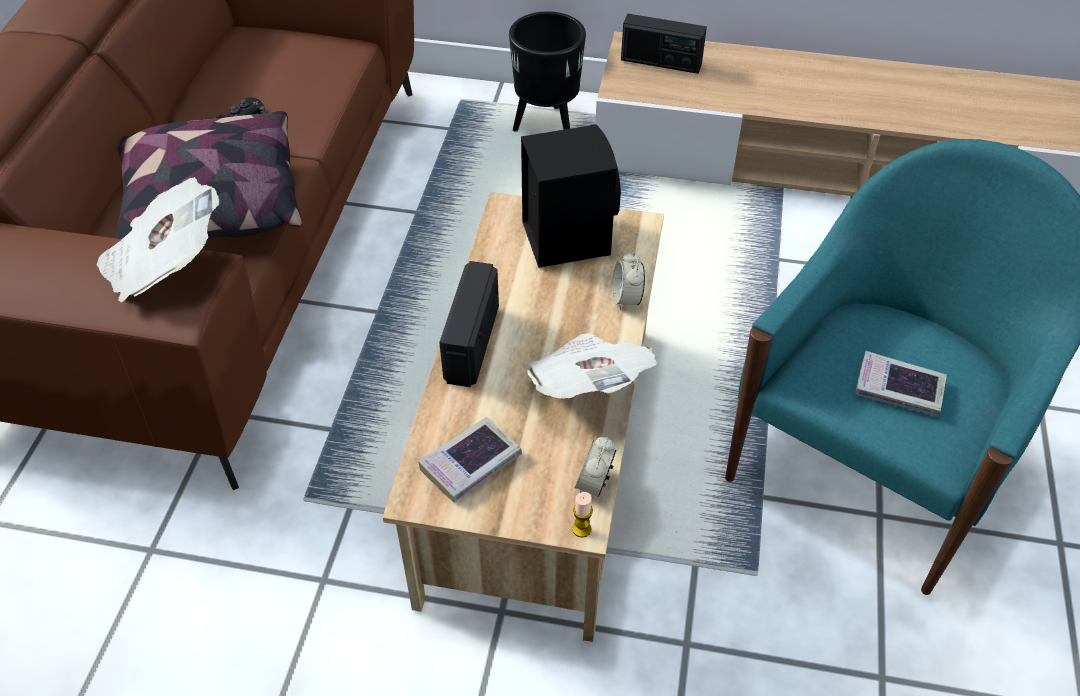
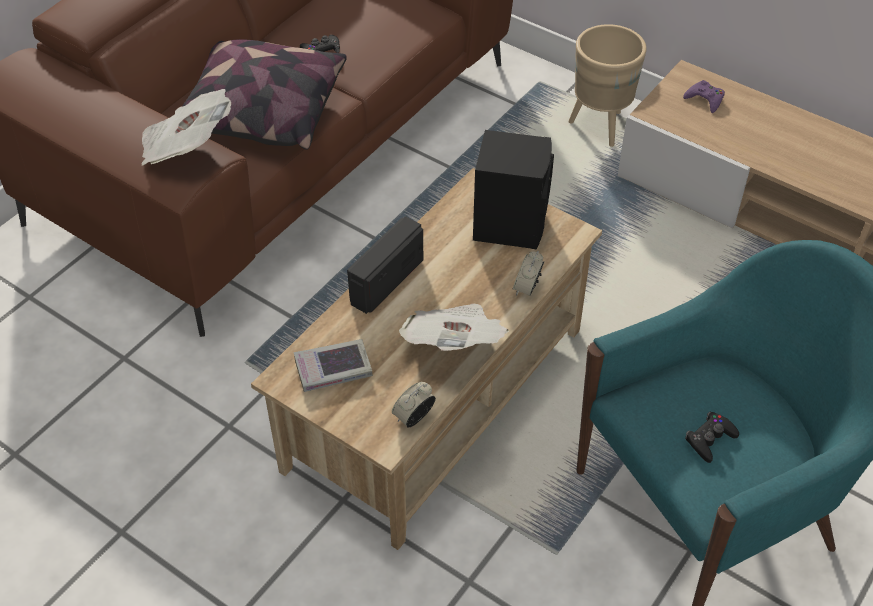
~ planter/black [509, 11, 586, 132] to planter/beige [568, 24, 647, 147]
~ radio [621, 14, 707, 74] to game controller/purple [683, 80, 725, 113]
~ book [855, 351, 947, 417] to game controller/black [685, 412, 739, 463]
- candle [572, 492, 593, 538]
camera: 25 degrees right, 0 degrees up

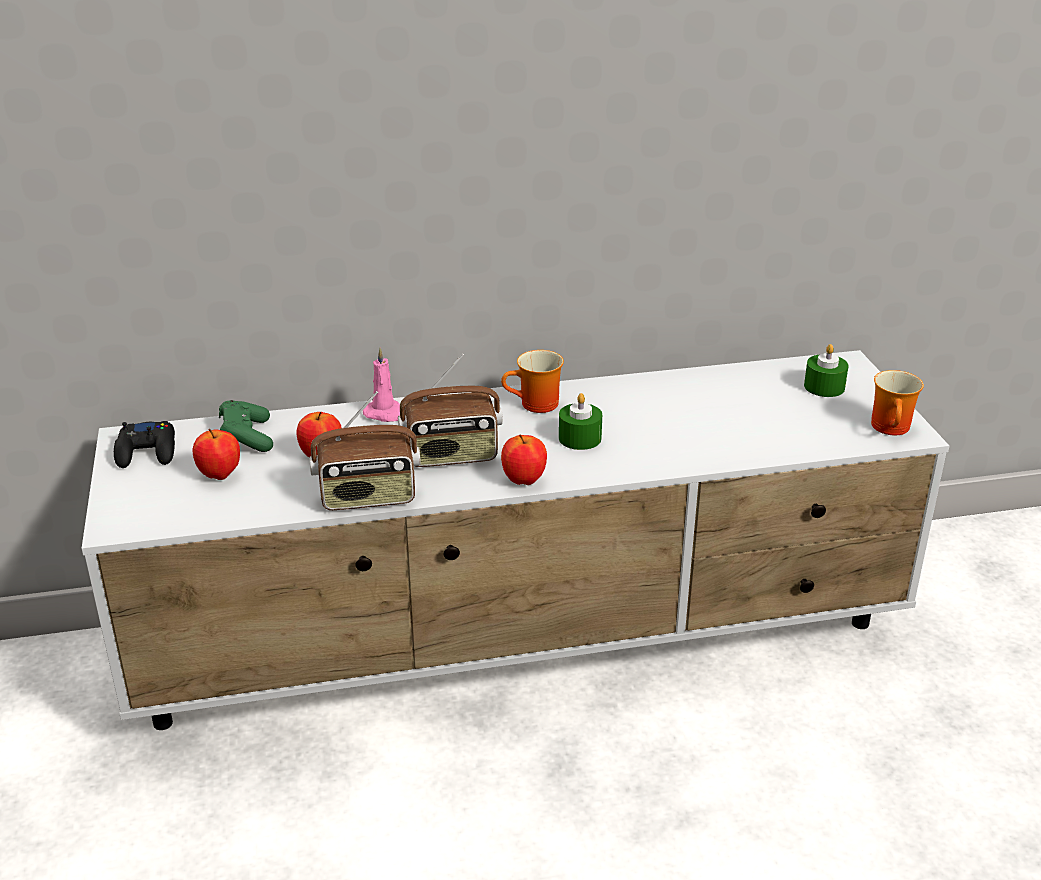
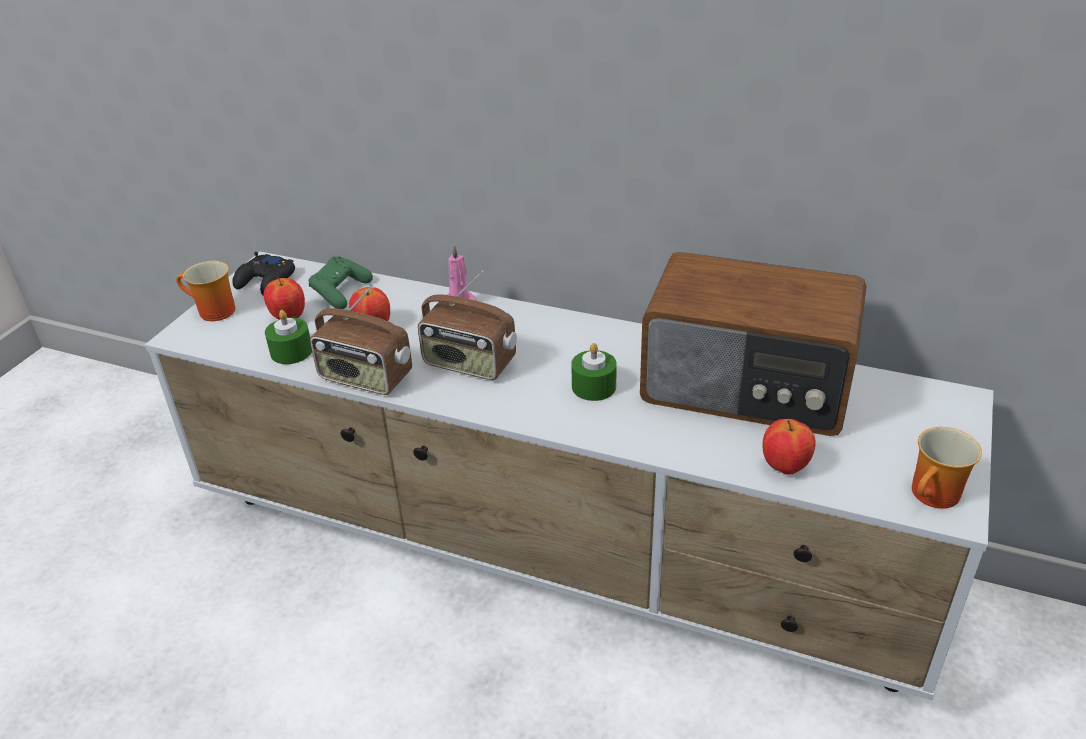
~ mug [501, 350, 564, 413] to [176, 261, 235, 321]
~ candle/green [804, 344, 849, 397] to [265, 310, 312, 364]
+ radio [640, 252, 866, 436]
~ apple [501, 434, 547, 485] to [763, 419, 816, 475]
camera: 35 degrees right, 5 degrees up

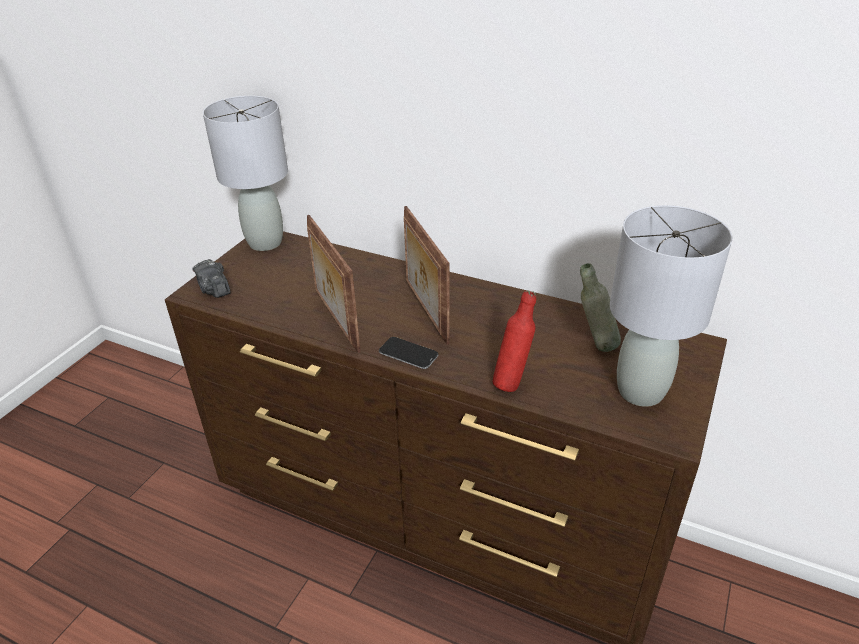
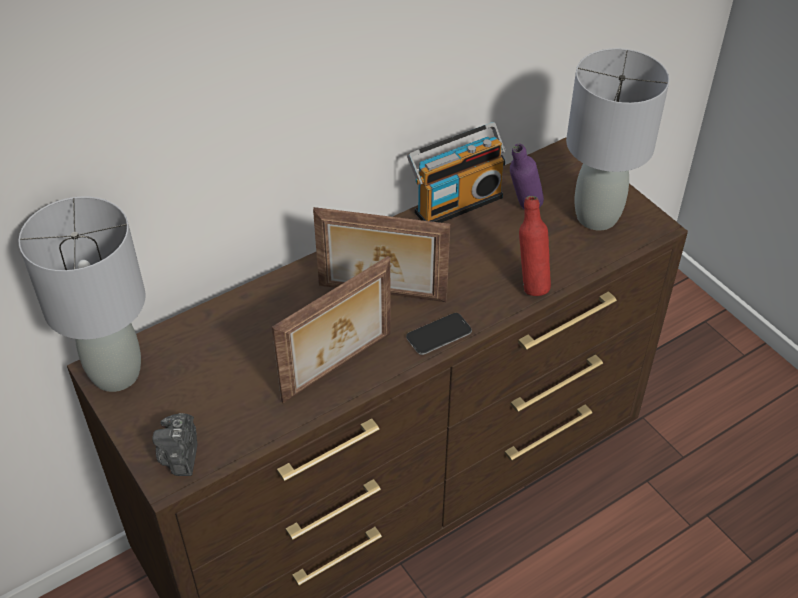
~ photo camera [192, 259, 231, 298] = [152, 413, 197, 476] 90 degrees clockwise
~ picture frame [307, 215, 360, 353] = [272, 256, 391, 404] 45 degrees counterclockwise
+ radio [407, 122, 505, 223]
~ bottle/grey [580, 263, 621, 352] to bottle/purple [510, 144, 544, 210]
camera: 60 degrees left, 10 degrees up

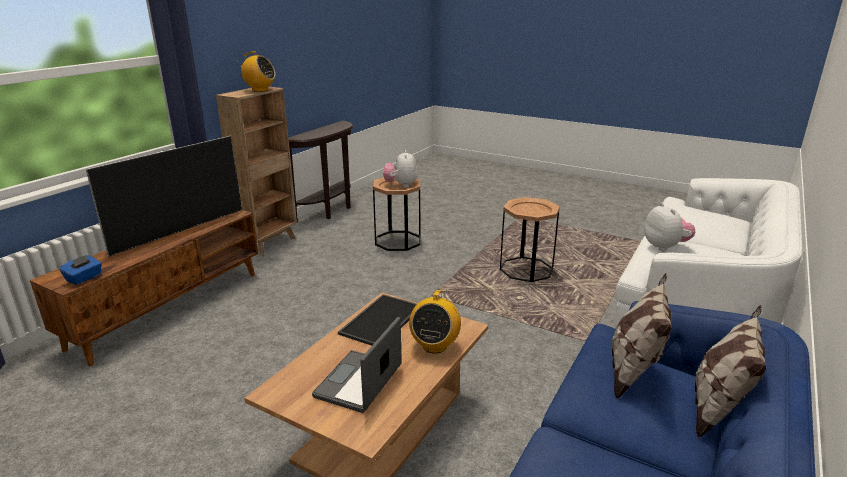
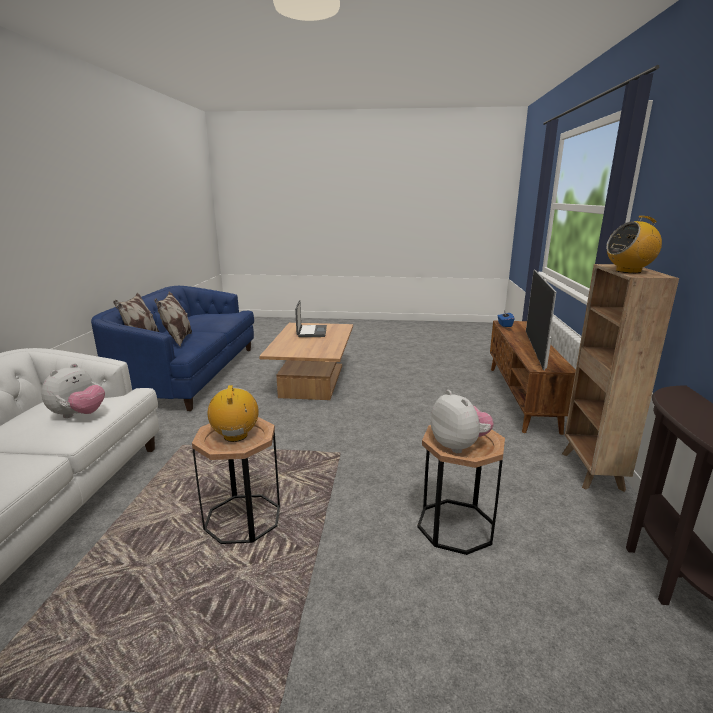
~ plush toy [644, 202, 695, 251] = [41, 363, 105, 418] 120 degrees counterclockwise
~ radio [409, 290, 461, 353] to [208, 385, 259, 442]
- tray [338, 294, 417, 346]
camera: 155 degrees right, 5 degrees down

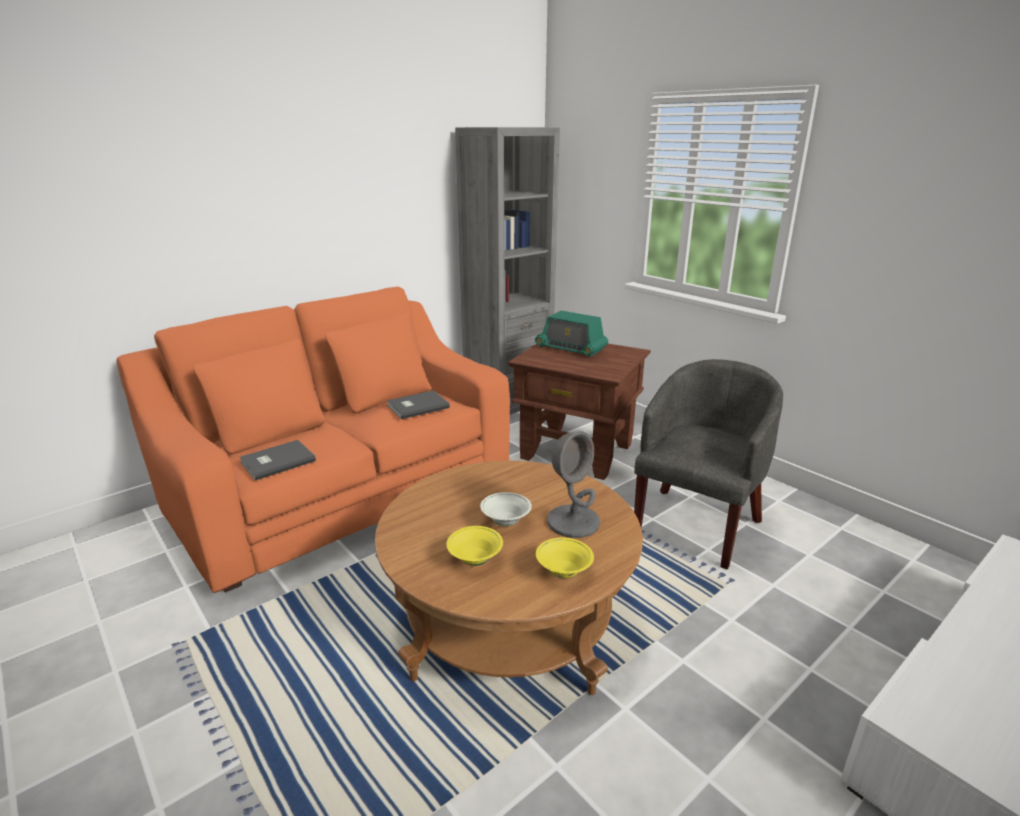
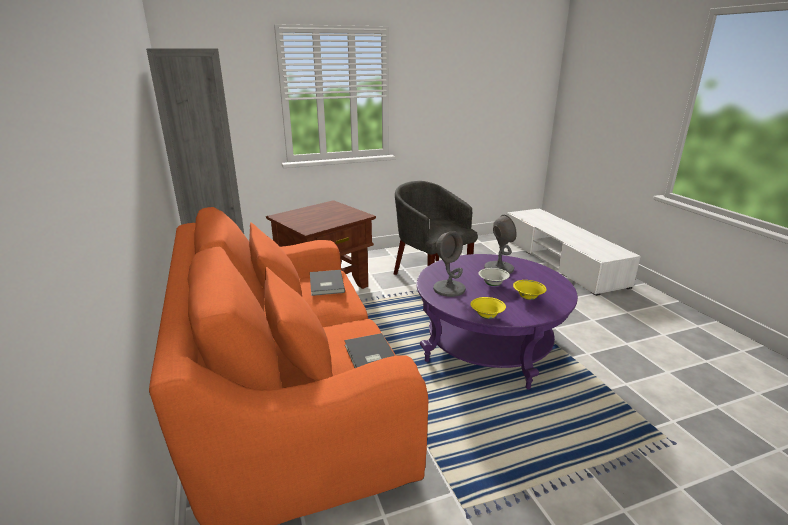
~ coffee table/brown [375, 460, 643, 695] to coffee table/purple [417, 254, 578, 389]
+ table lamp/grey [433, 231, 466, 297]
~ bowl/yellow [536, 537, 594, 579] to [471, 297, 506, 319]
- radio [535, 311, 608, 357]
camera: 70 degrees left, 0 degrees up

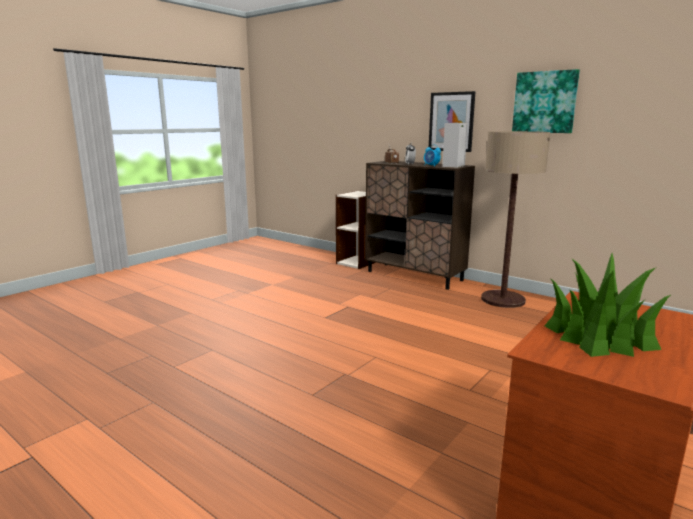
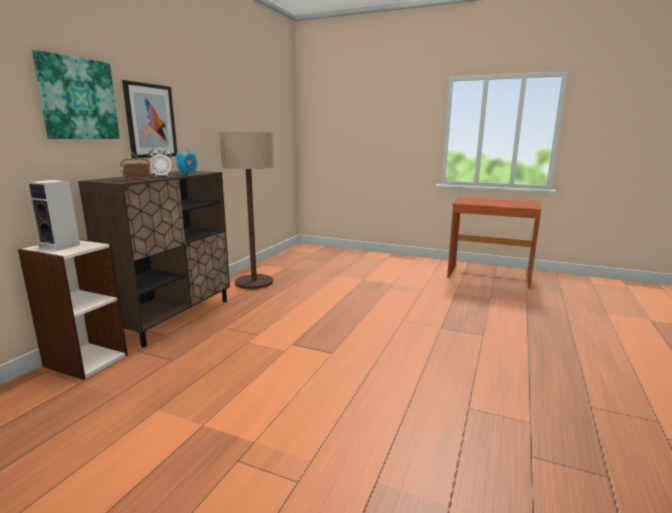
~ speaker [442, 123, 468, 168] to [26, 180, 80, 251]
~ picture [512, 69, 580, 133] to [32, 50, 120, 139]
- potted plant [545, 253, 671, 357]
camera: 105 degrees left, 0 degrees up

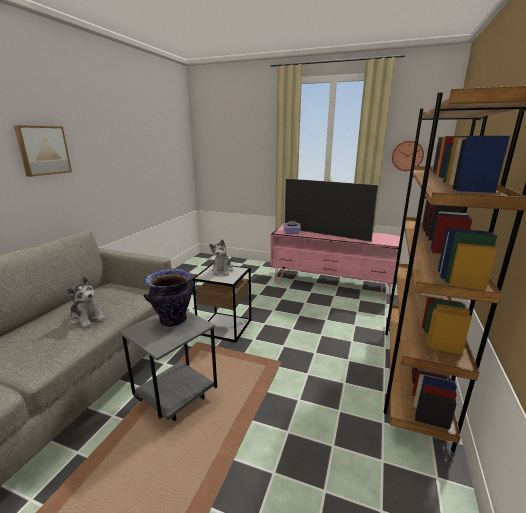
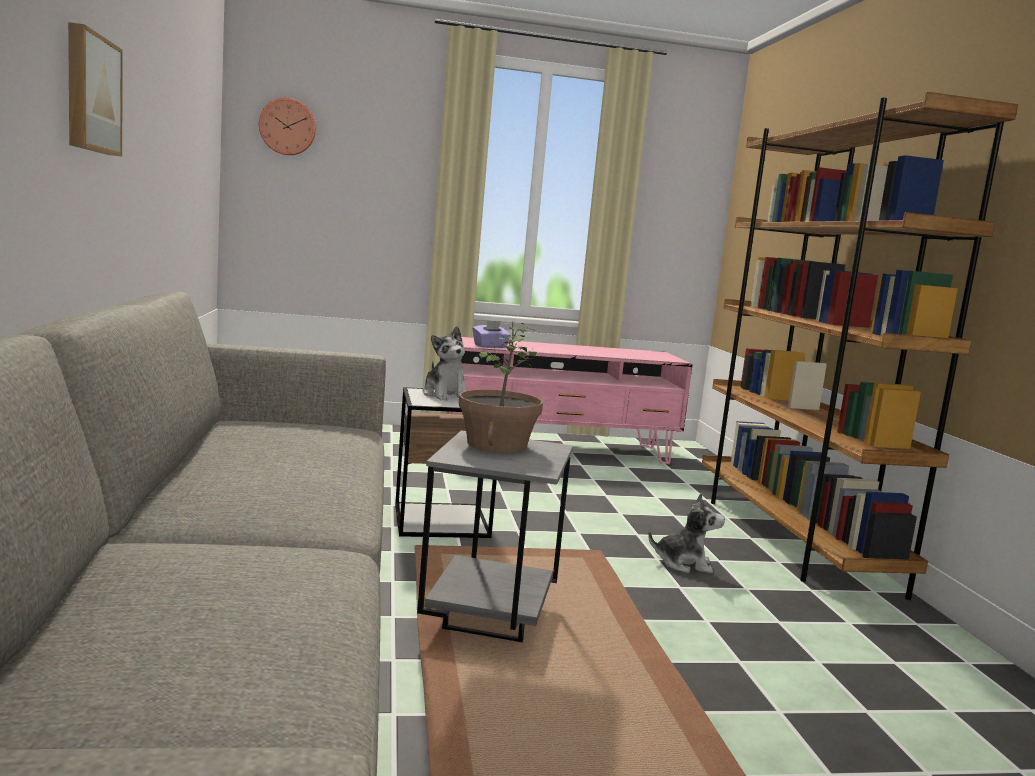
~ wall clock [392, 141, 424, 171] to [259, 98, 316, 155]
~ vase [144, 269, 194, 327] to potted plant [459, 322, 543, 453]
~ plush toy [66, 277, 106, 328] to [648, 493, 725, 573]
- television [284, 178, 379, 242]
camera: 30 degrees left, 10 degrees down

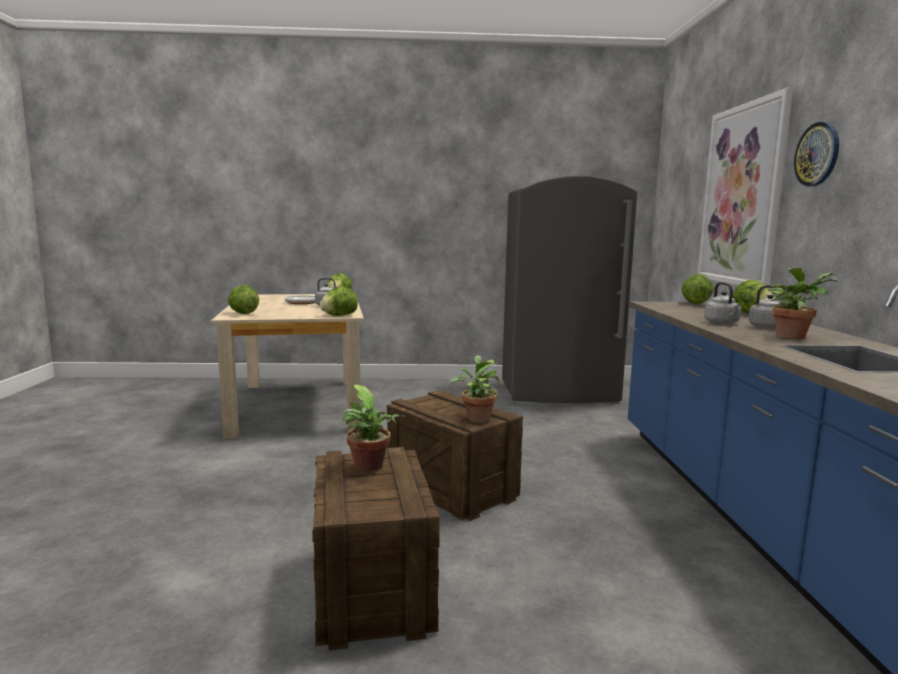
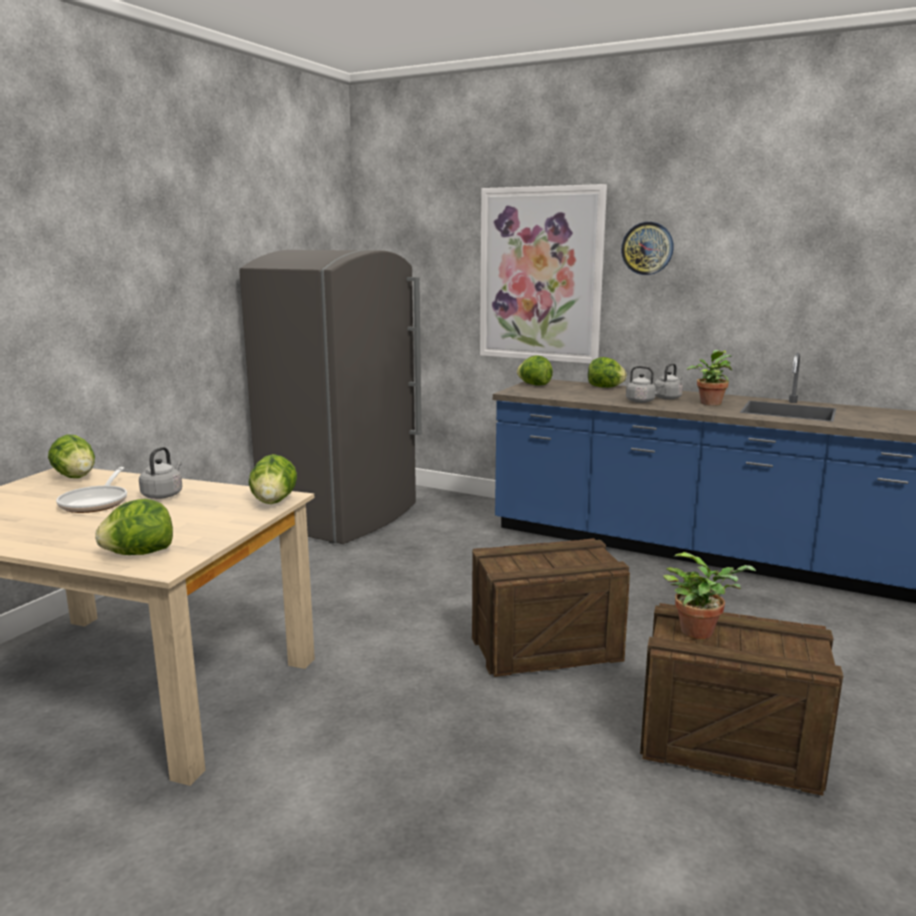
- potted plant [450, 355, 500, 423]
camera: 60 degrees left, 5 degrees up

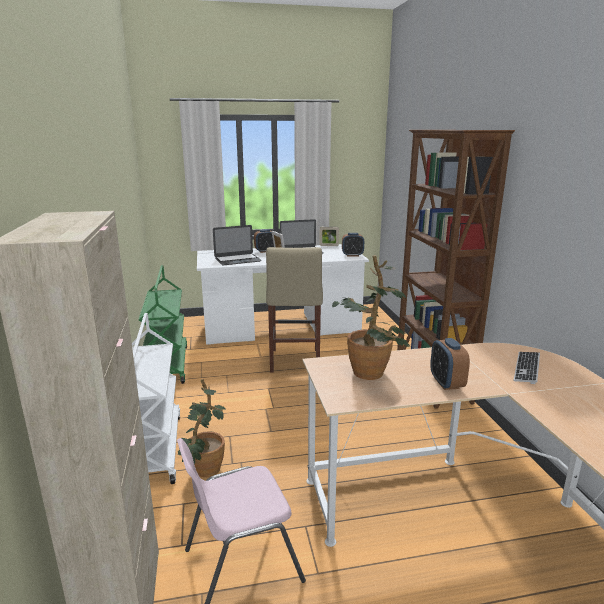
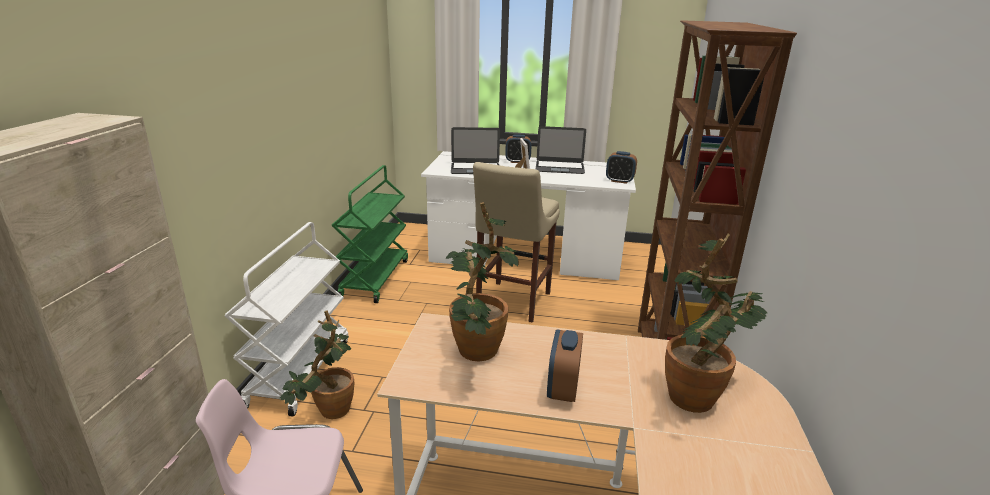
~ keyboard [514, 352, 540, 384] to potted plant [665, 234, 767, 413]
- picture frame [319, 227, 339, 246]
camera: 20 degrees right, 5 degrees up

